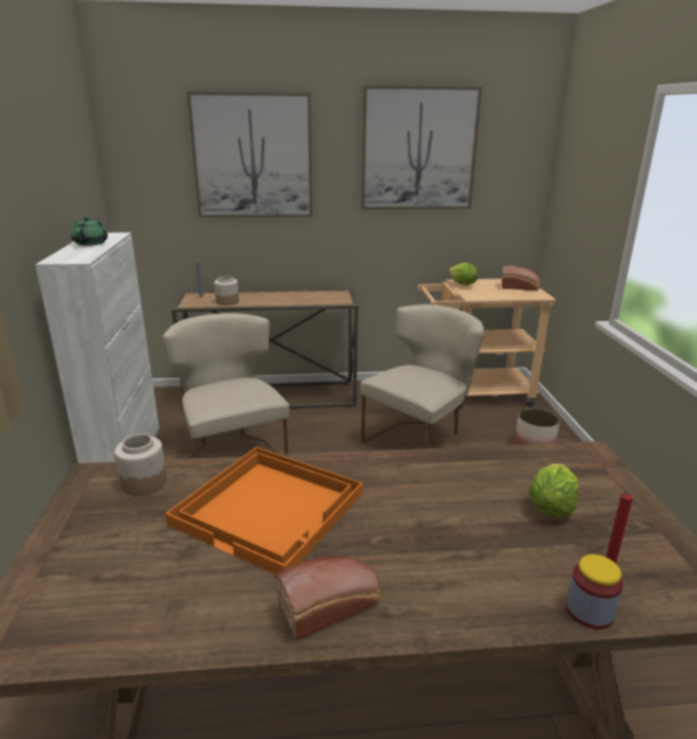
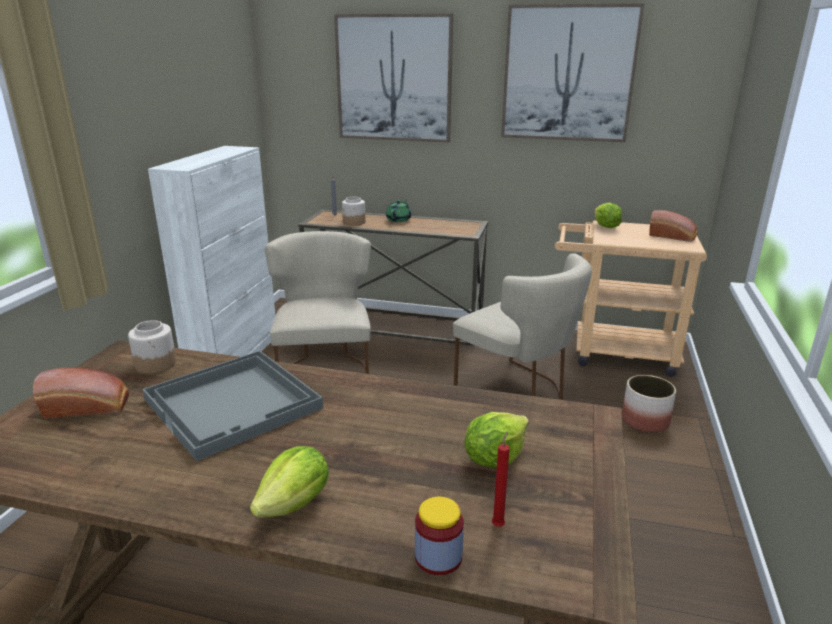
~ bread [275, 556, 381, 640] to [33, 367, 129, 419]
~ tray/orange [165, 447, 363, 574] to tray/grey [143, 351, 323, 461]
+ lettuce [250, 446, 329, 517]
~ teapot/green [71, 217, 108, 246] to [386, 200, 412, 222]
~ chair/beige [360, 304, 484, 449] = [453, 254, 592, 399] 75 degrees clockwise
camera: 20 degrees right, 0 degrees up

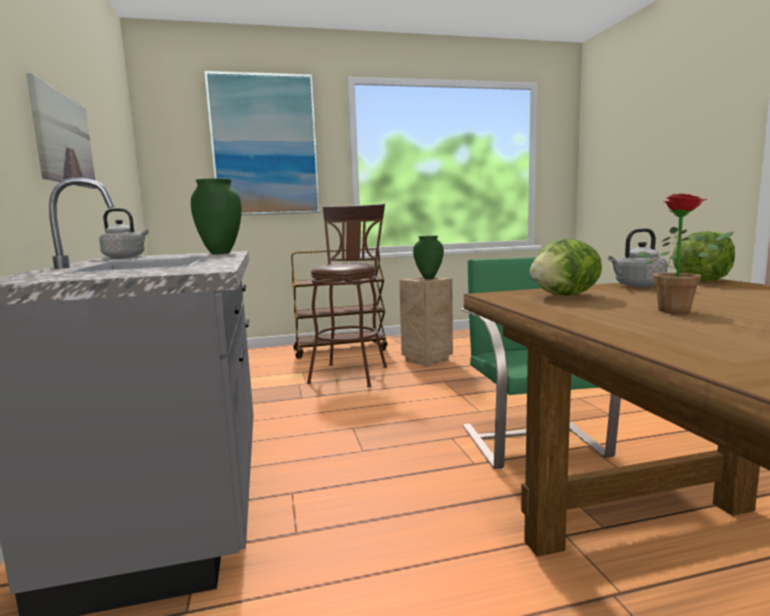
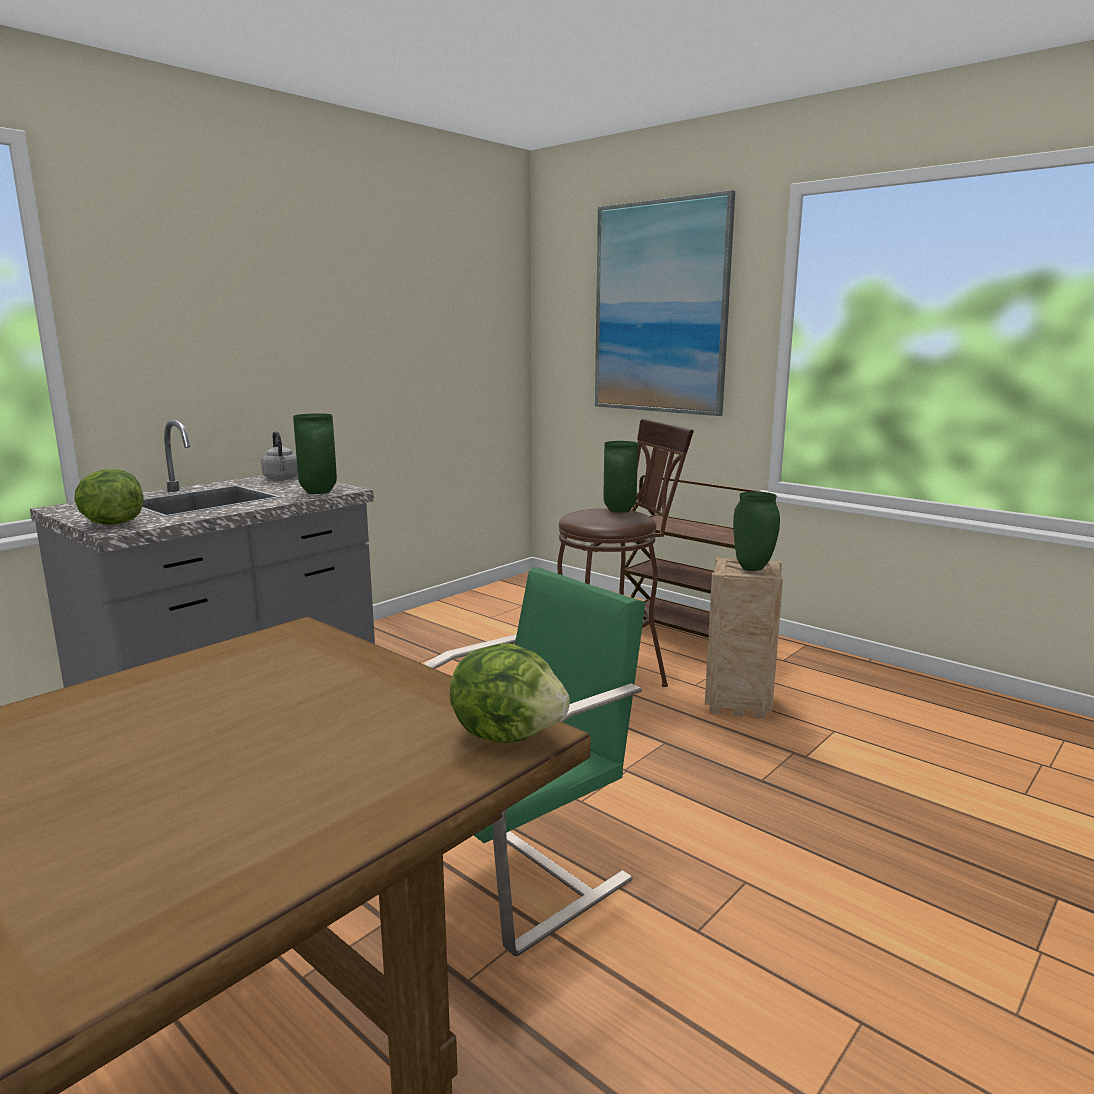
~ lettuce [530, 239, 602, 295] to [74, 469, 143, 525]
+ vase/green [603, 441, 638, 513]
- picture [26, 73, 96, 189]
- kettle/grey [608, 228, 668, 288]
- potted plant [638, 193, 734, 313]
camera: 55 degrees right, 5 degrees up

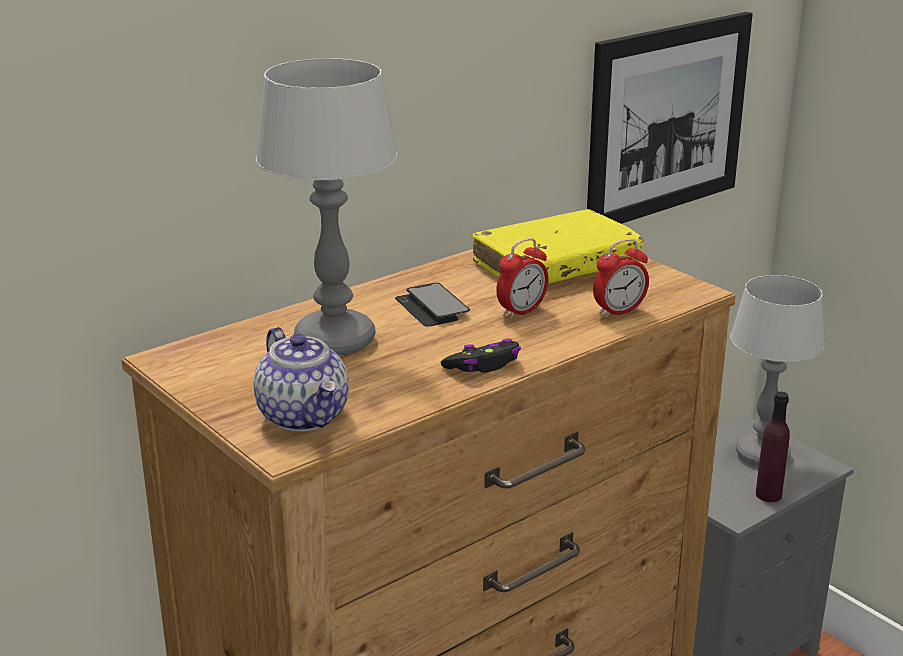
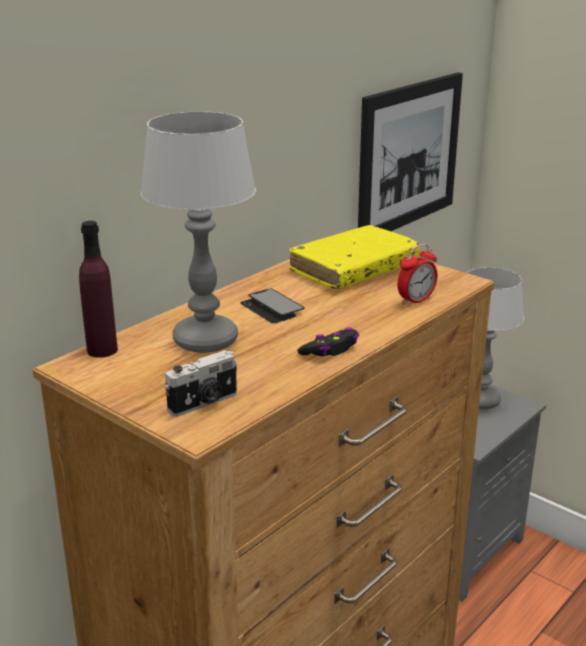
~ bottle/purple [756, 392, 790, 502] to [79, 221, 118, 358]
~ teapot [254, 327, 349, 432] to photo camera [165, 350, 237, 417]
- alarm clock [496, 238, 548, 319]
camera: 10 degrees left, 0 degrees up

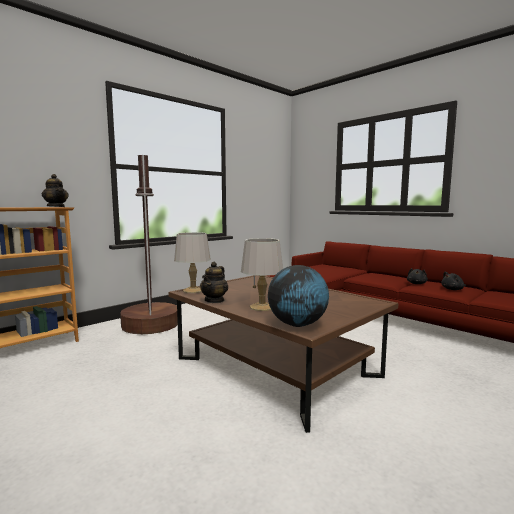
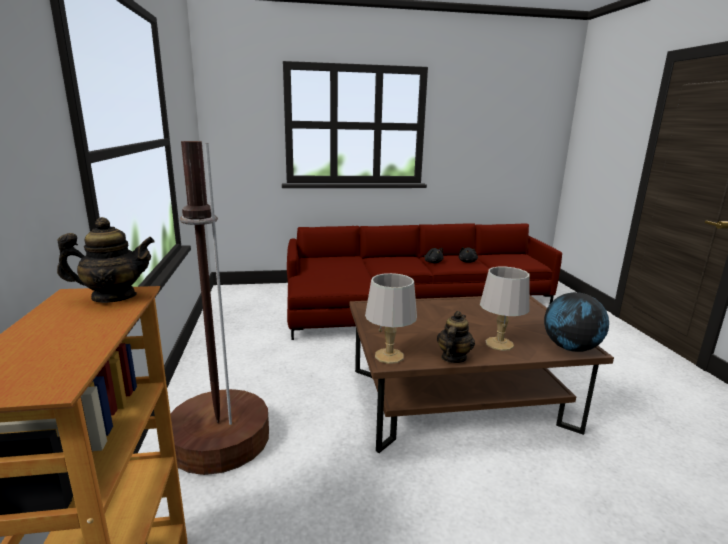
~ teapot [200, 262, 228, 303] = [437, 311, 475, 363] 120 degrees counterclockwise
camera: 55 degrees left, 10 degrees up

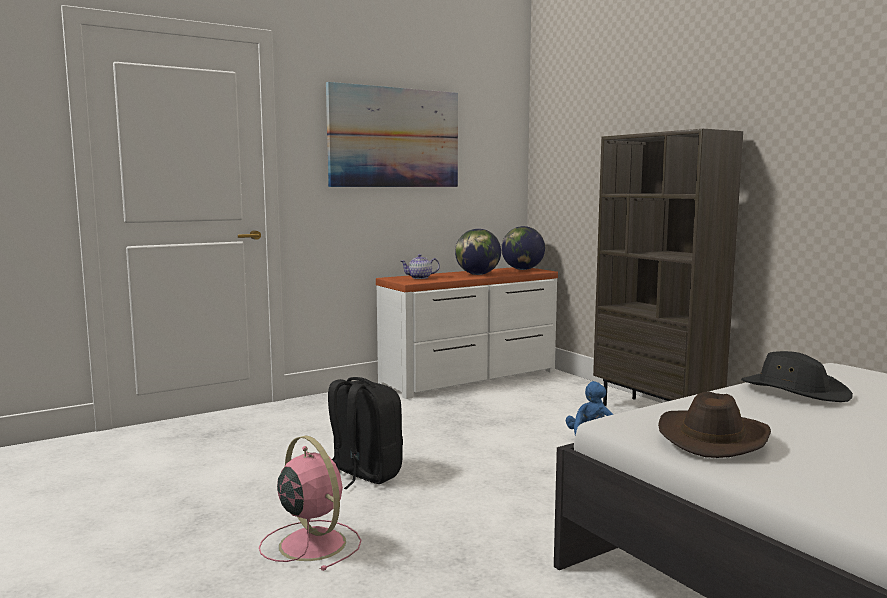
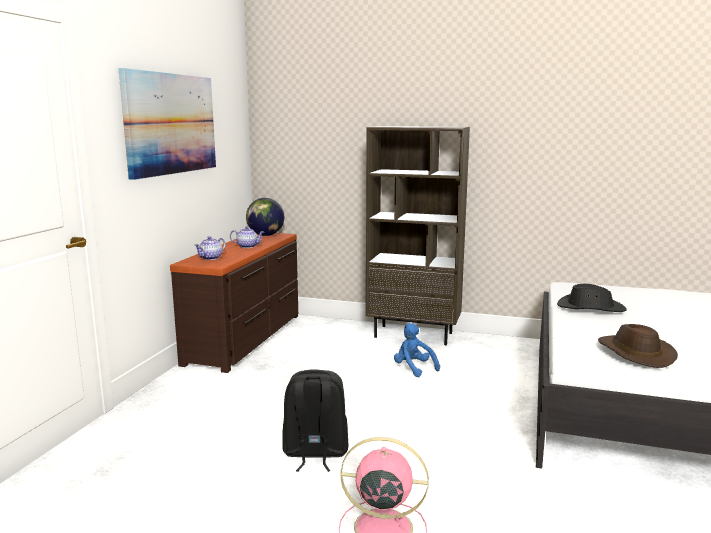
~ dresser/white [376, 267, 558, 399] to dresser/brown [170, 233, 298, 373]
~ globe [455, 229, 501, 275] to teapot [230, 226, 264, 248]
camera: 40 degrees left, 5 degrees up

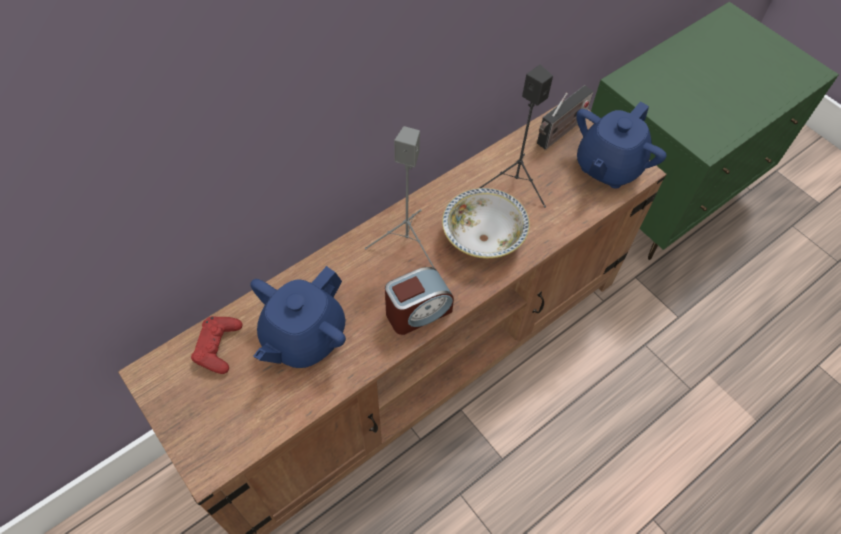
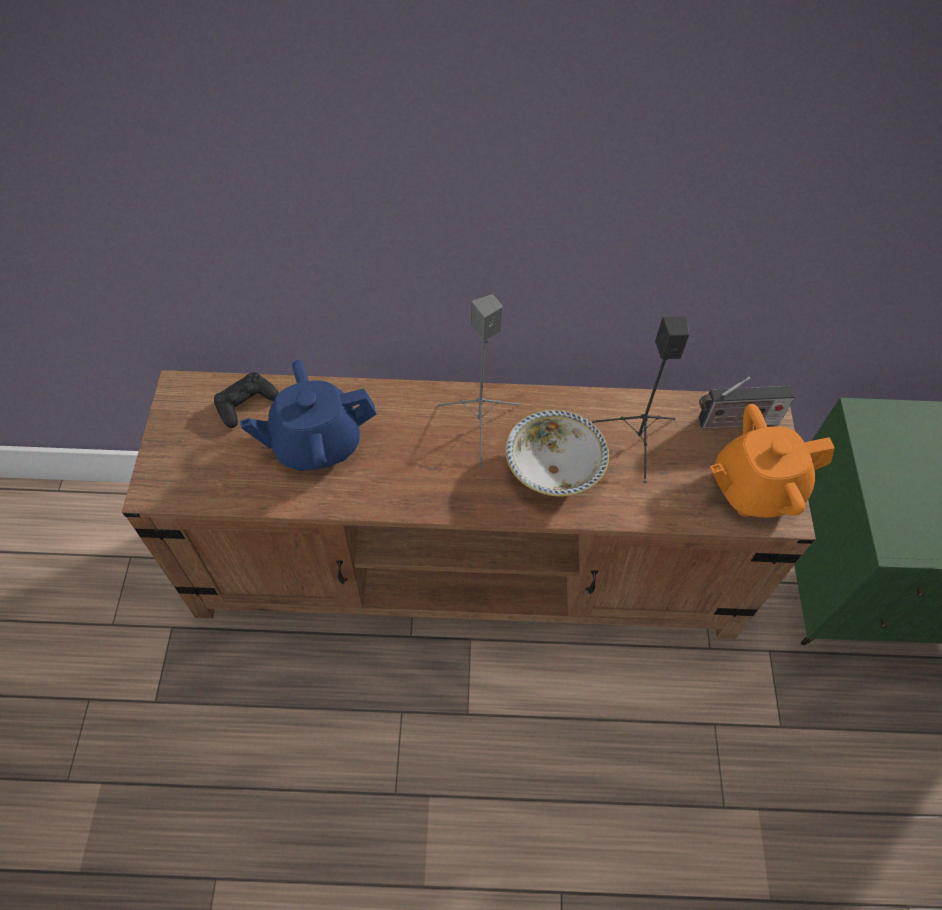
~ game controller/red [191, 316, 242, 374] to game controller/black [214, 372, 279, 428]
~ teapot/blue [576, 101, 667, 189] to teapot/orange [710, 404, 835, 517]
- alarm clock [385, 267, 454, 335]
camera: 40 degrees right, 0 degrees up

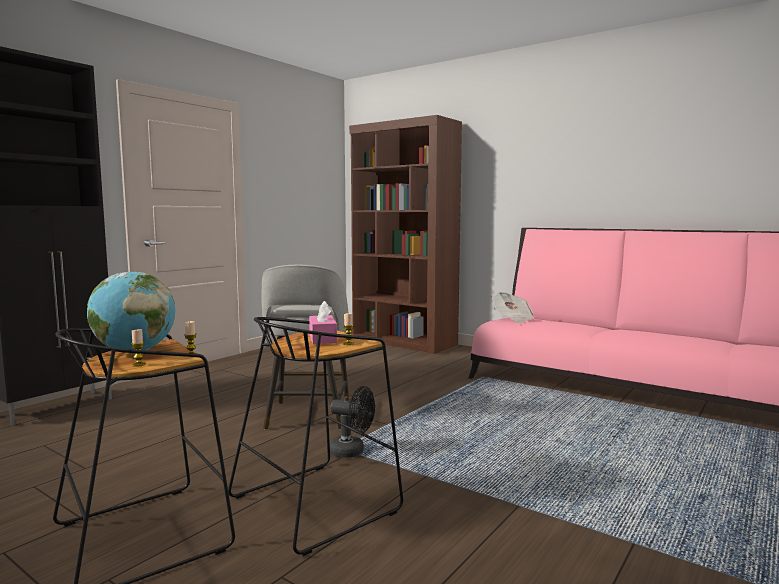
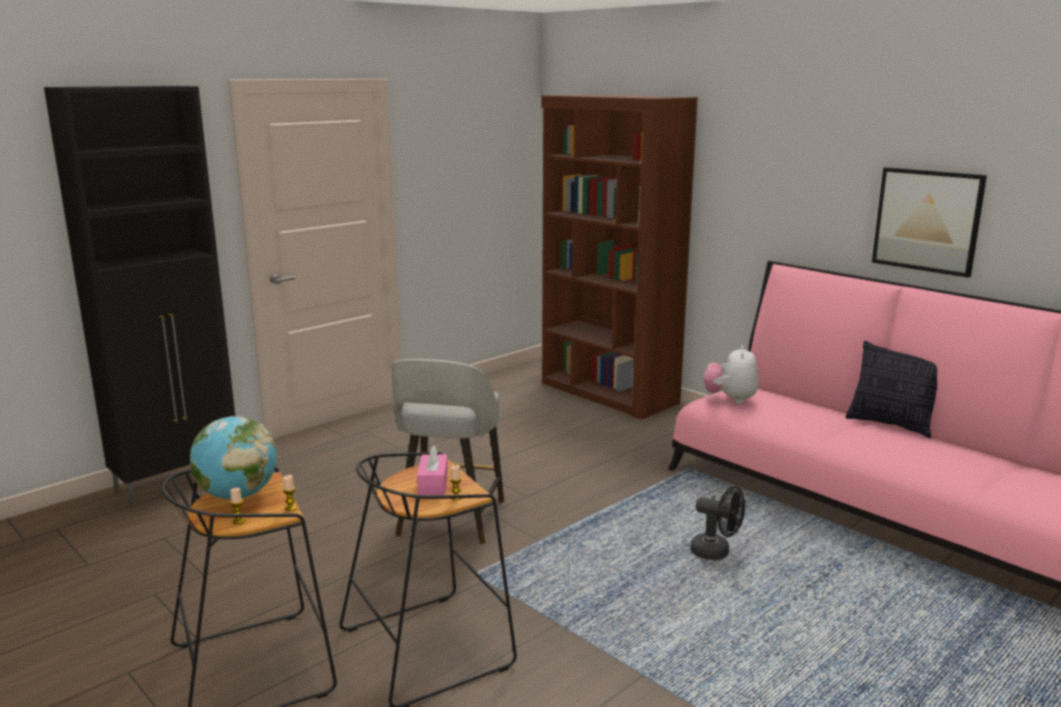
~ fan/black [330, 386, 375, 458] to [690, 486, 745, 560]
~ newspaper [492, 292, 535, 323] to plush toy [704, 345, 759, 404]
+ pillow [845, 341, 937, 438]
+ picture [872, 167, 987, 278]
camera: 10 degrees right, 10 degrees up

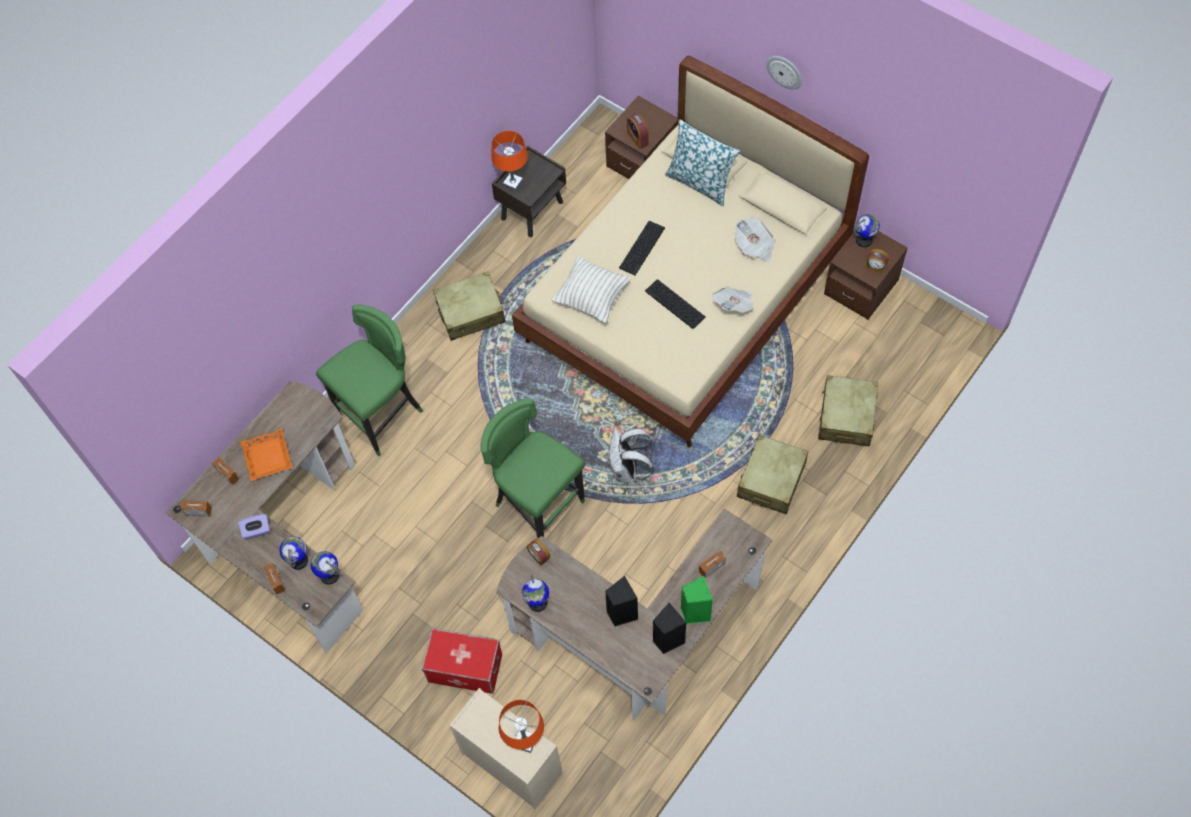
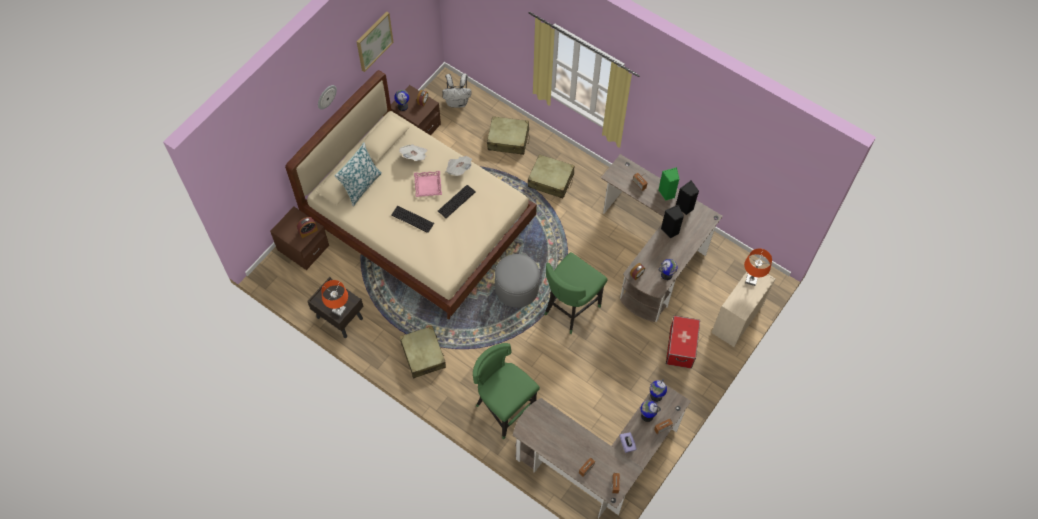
+ picture [356, 12, 394, 72]
+ tray/pink [414, 171, 442, 197]
~ backpack/white [608, 428, 654, 483] to [442, 73, 472, 108]
+ ottoman/grey [495, 254, 540, 308]
- tray/orange [240, 428, 293, 481]
- pillow [551, 256, 631, 323]
camera: 95 degrees left, 0 degrees up

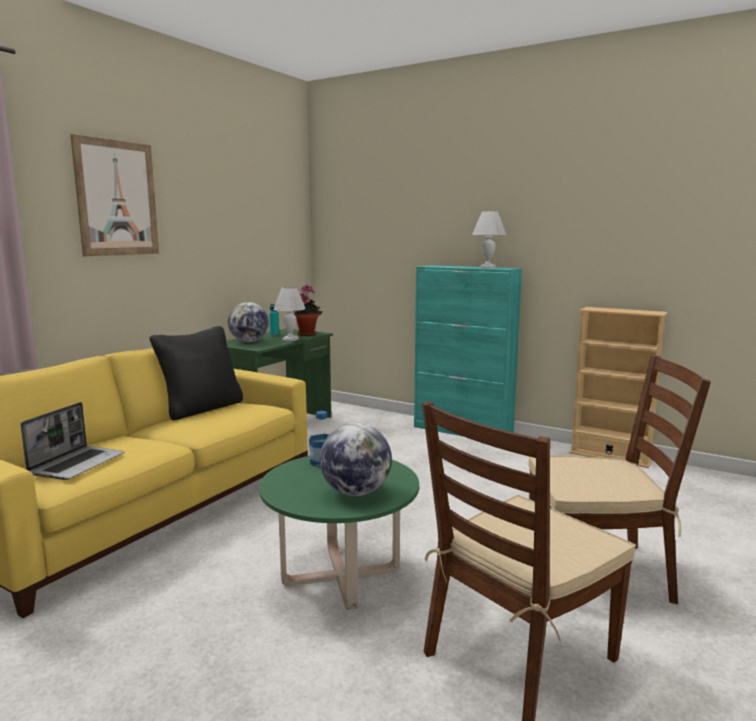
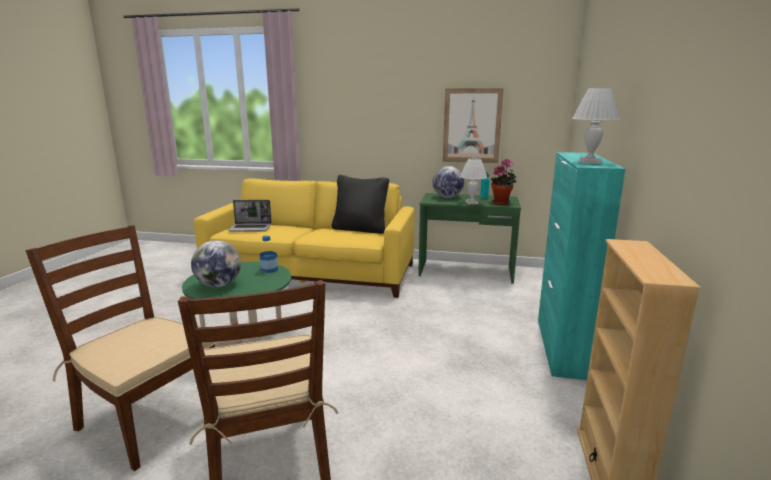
~ picture [70, 134, 159, 256] to [443, 88, 504, 163]
camera: 70 degrees right, 5 degrees up

